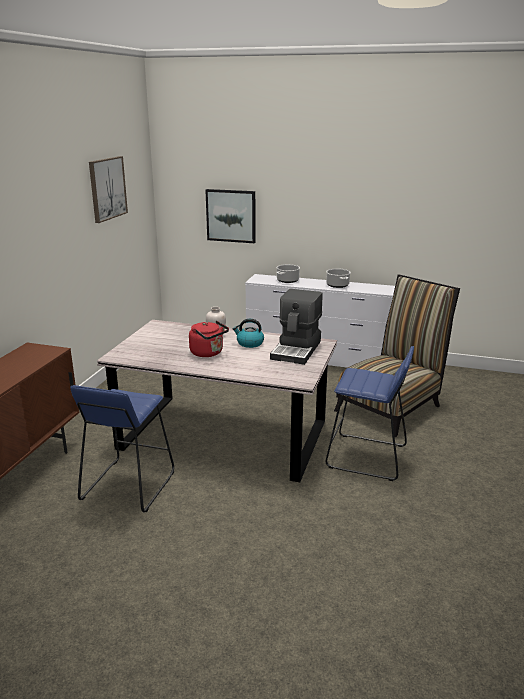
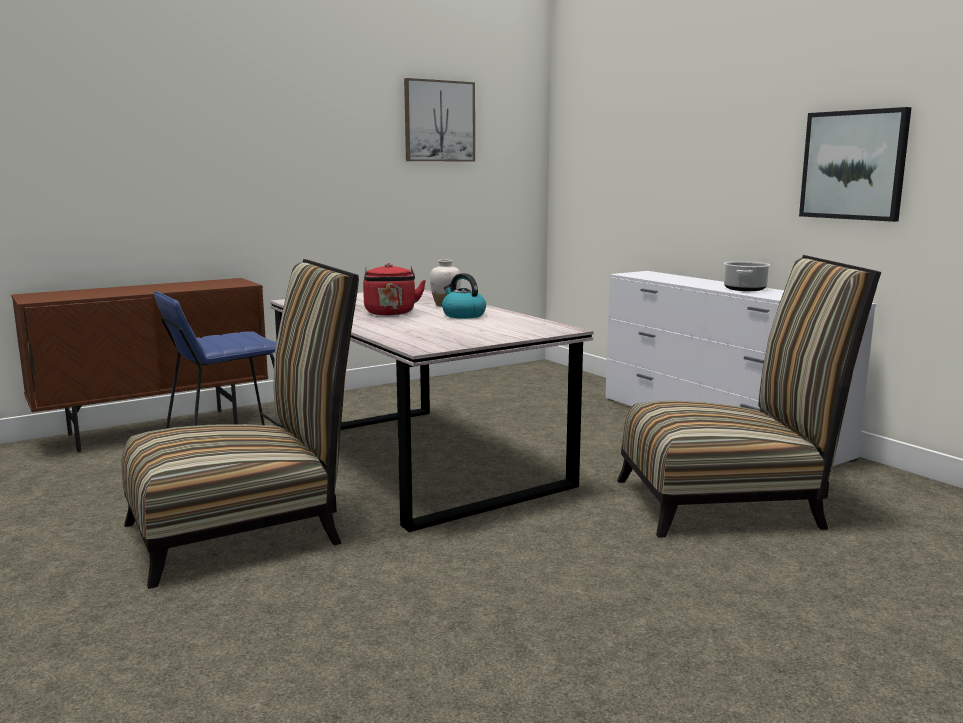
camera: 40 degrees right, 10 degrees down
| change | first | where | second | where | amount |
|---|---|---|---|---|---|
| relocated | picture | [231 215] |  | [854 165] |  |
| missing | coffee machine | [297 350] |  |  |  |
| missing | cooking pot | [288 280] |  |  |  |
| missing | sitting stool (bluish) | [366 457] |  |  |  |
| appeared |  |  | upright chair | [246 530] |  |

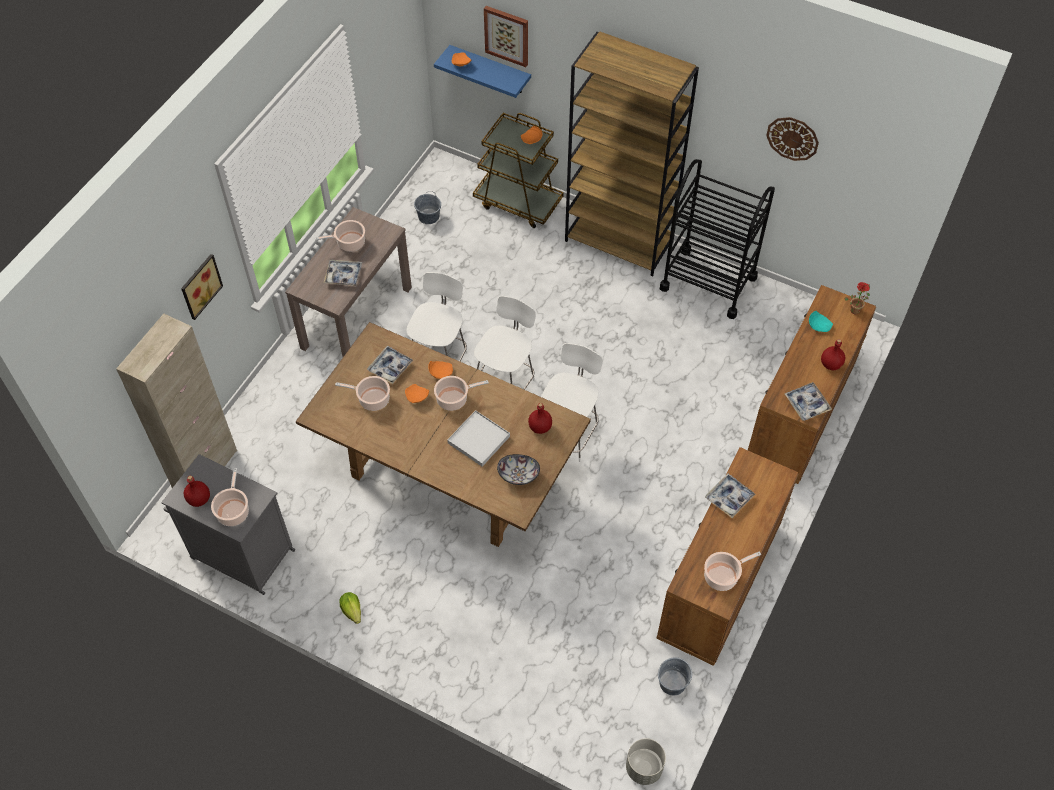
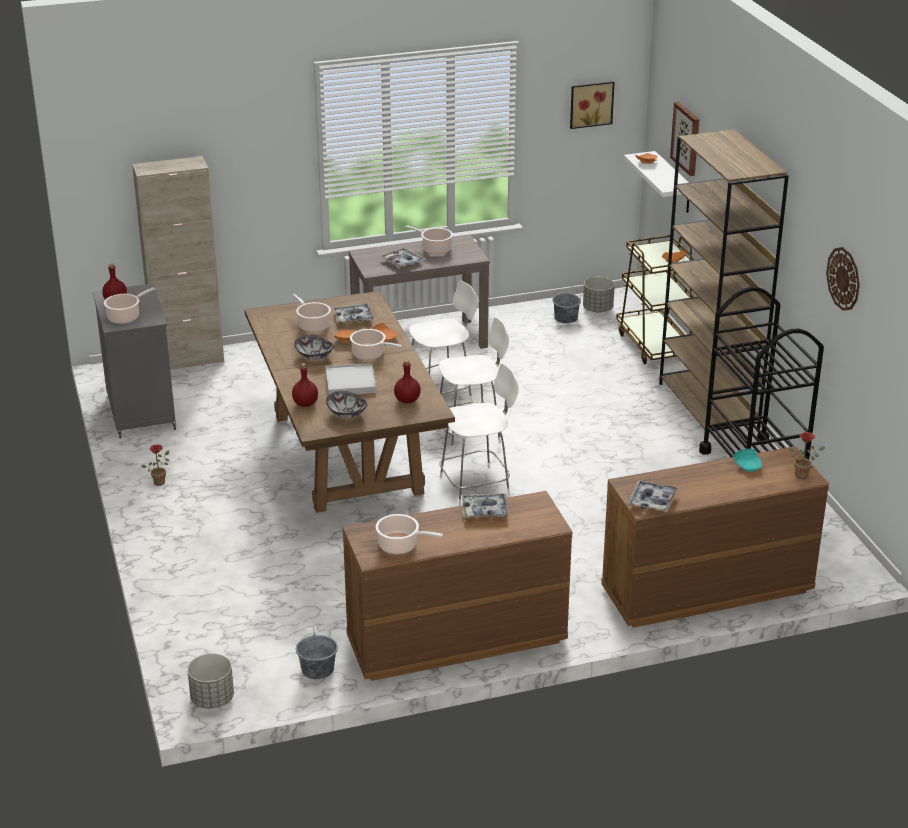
camera: 45 degrees right, 25 degrees down
| change | first | where | second | where | amount |
|---|---|---|---|---|---|
| relocated | picture | [199 285] |  | [590 103] |  |
| exchanged | lettuce head | [352 610] | potted plant | [160 481] |  |
| colour | bracket shelf (bluish) | [490 70] | bracket shelf (whitish) | [673 183] |  |
| relocated | beverage bottle (red) | [830 364] |  | [305 403] |  |
| appeared |  |  | bowl | [315 356] |  |
| appeared |  |  | planter (gray) | [598 309] |  |

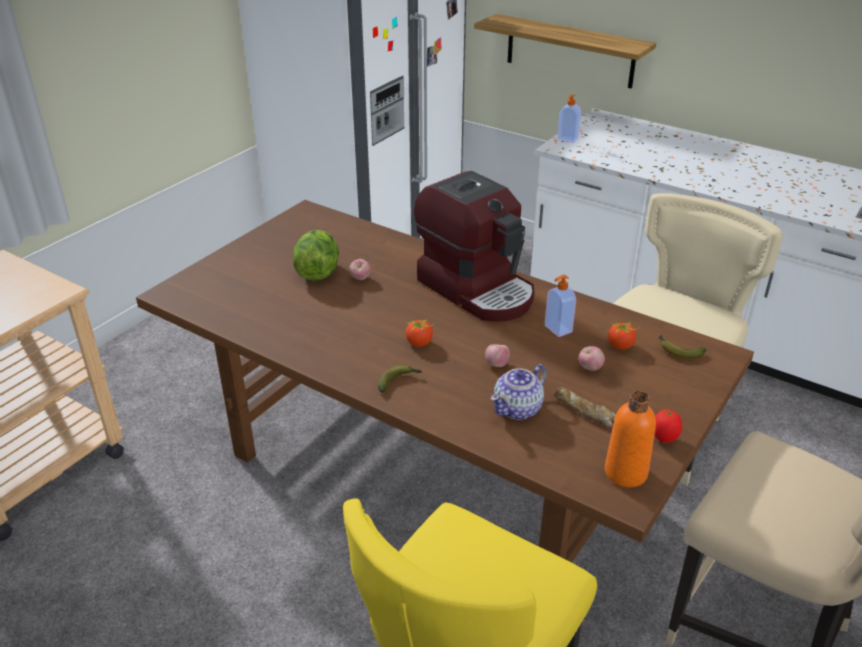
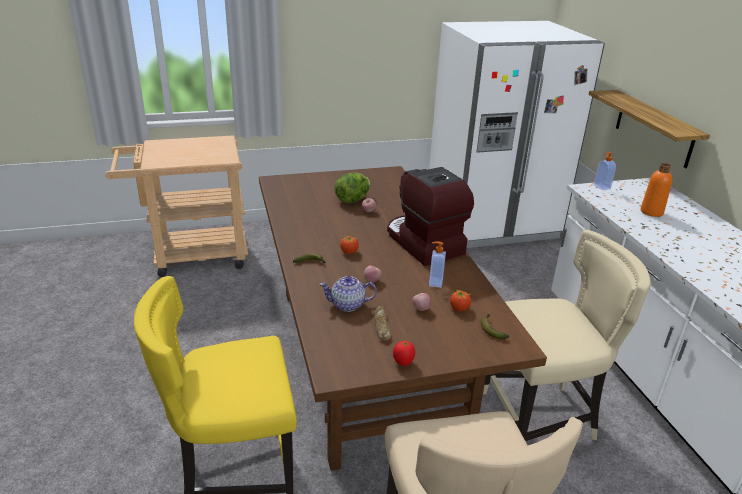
camera: 40 degrees right, 5 degrees down
| change | first | where | second | where | amount |
|---|---|---|---|---|---|
| spun | coffee machine | [477 289] |  | [422 243] | 150 degrees clockwise |
| relocated | beverage bottle (orange) | [625 472] |  | [651 212] |  |

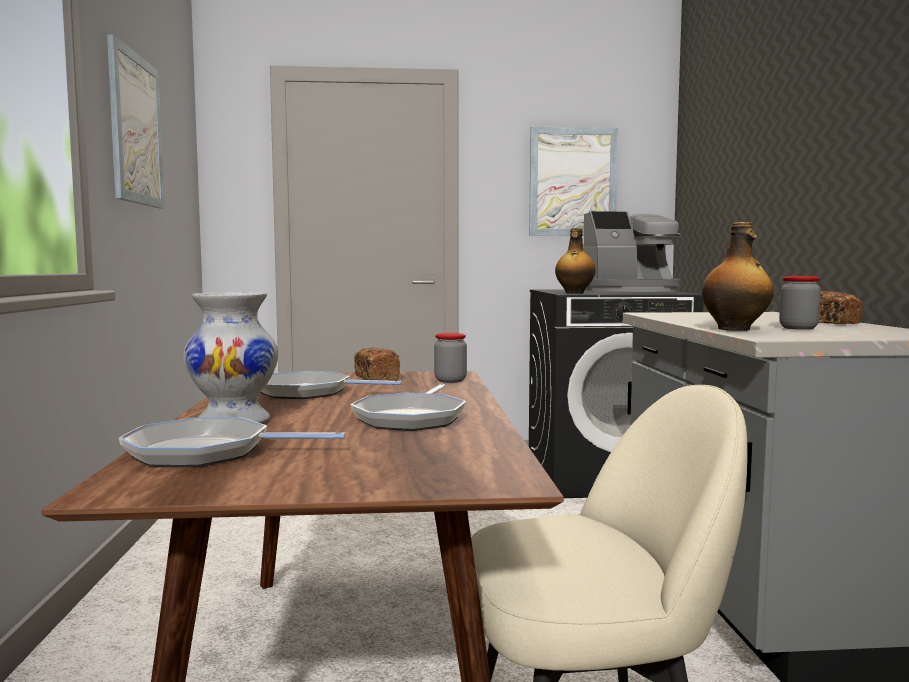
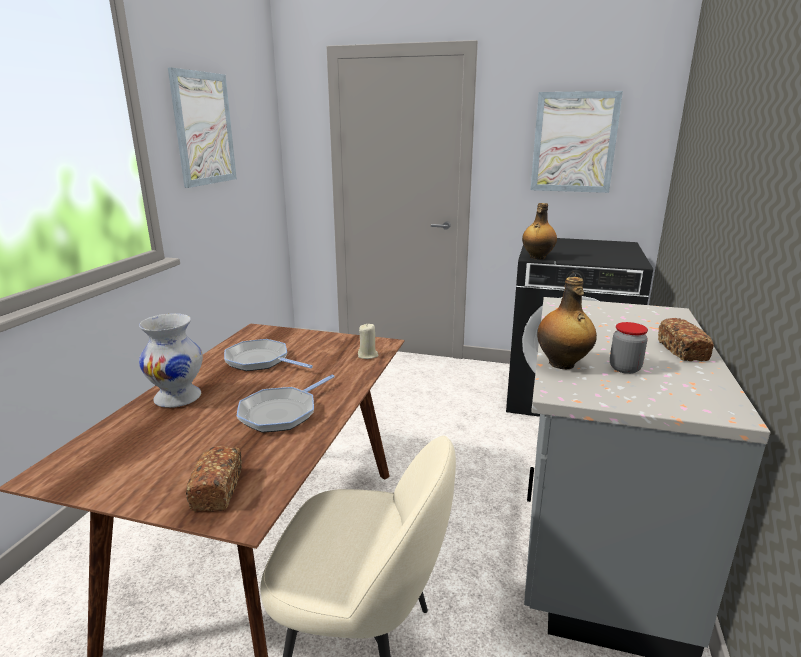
camera: 20 degrees right, 15 degrees up
| change | first | where | second | where | amount |
|---|---|---|---|---|---|
| missing | pan | [207 452] |  |  |  |
| relocated | bakery bread | [376 378] |  | [217 490] |  |
| exchanged | jar | [450 380] | candle (beige-coloured) | [368 355] |  |
| missing | coffee machine | [630 290] |  |  |  |

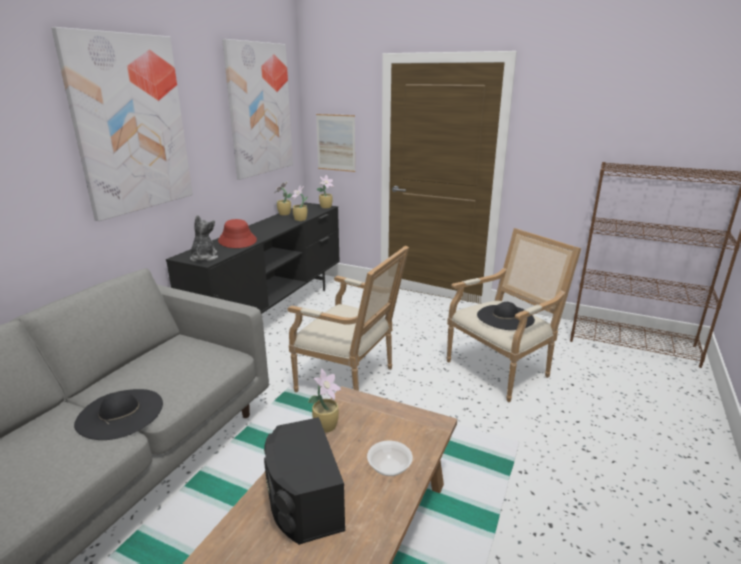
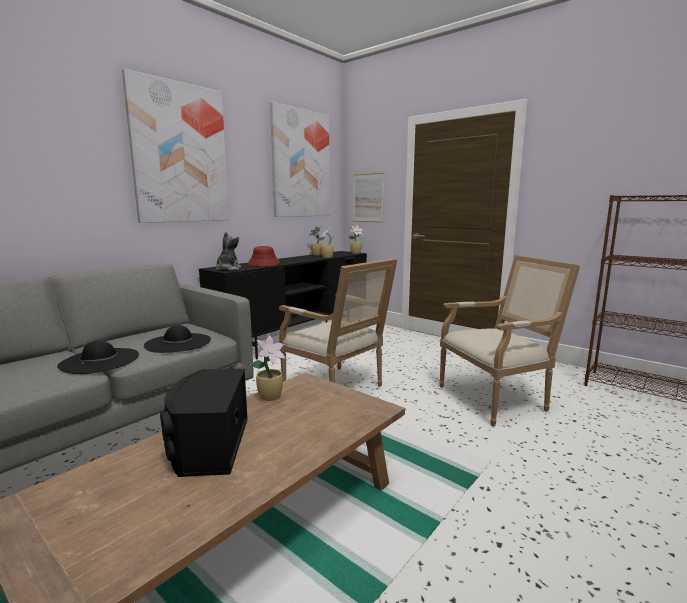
camera: 15 degrees right, 10 degrees down
| change | first | where | second | where | amount |
|---|---|---|---|---|---|
| missing | bowl | [389 467] |  |  |  |
| relocated | hat (black-coloured) | [505 317] |  | [178 343] |  |

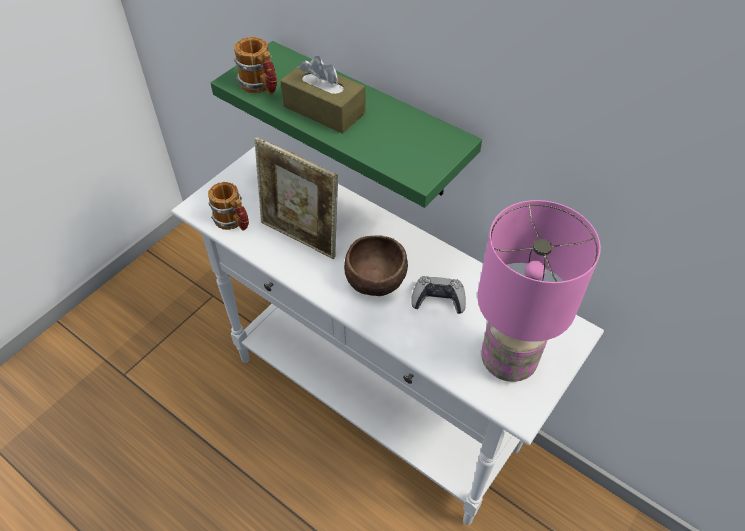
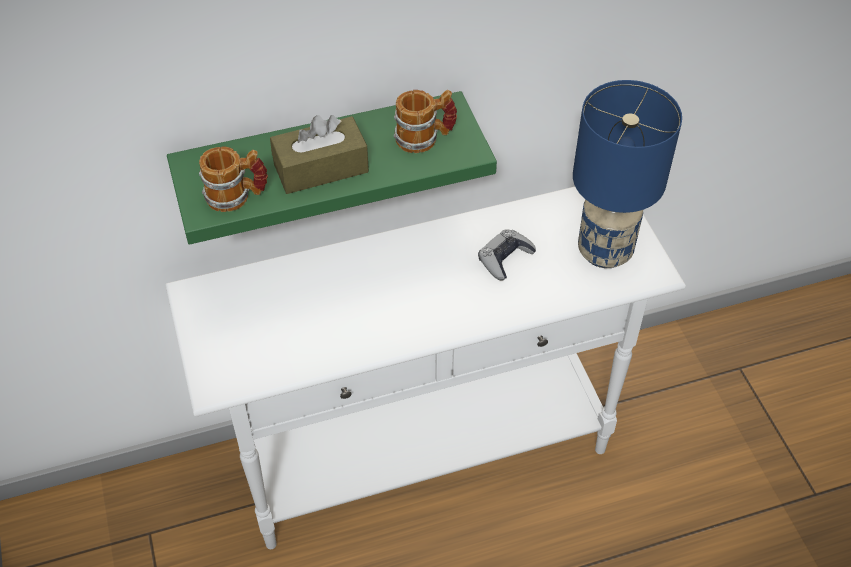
camera: 55 degrees left, 0 degrees up
| change | first | where | second | where | amount |
|---|---|---|---|---|---|
| relocated | mug | [234 222] |  | [425 138] |  |
| missing | picture frame | [300 237] |  |  |  |
| missing | bowl (brownish) | [377 278] |  |  |  |
| colour | table lamp (pink-coloured) | [507 362] | table lamp (bluish) | [605 252] |  |

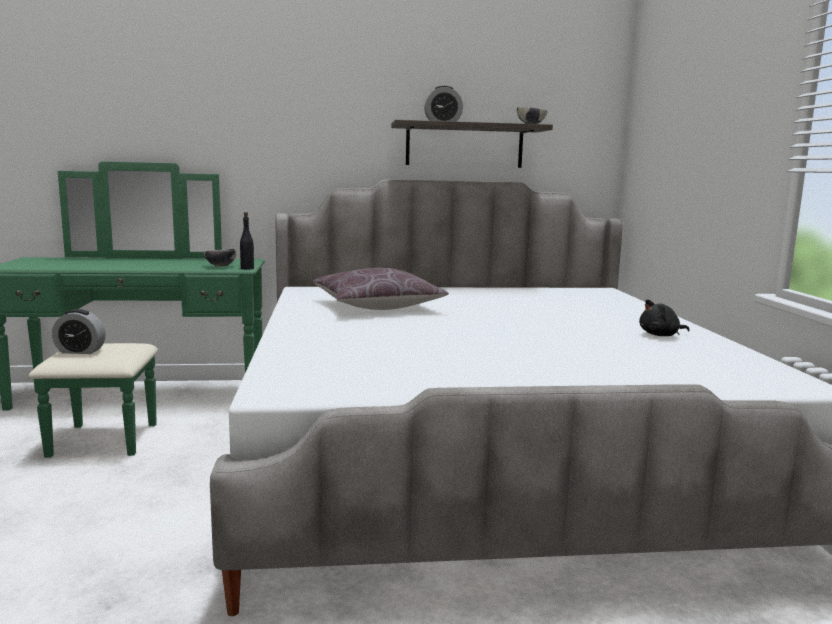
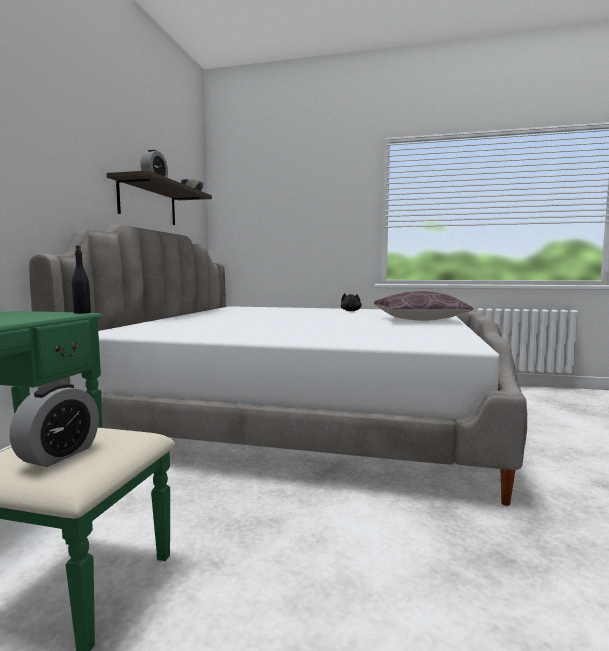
camera: 70 degrees left, 5 degrees down
| change | first | where | second | where | amount |
|---|---|---|---|---|---|
| missing | bowl | [220 266] |  |  |  |
| relocated | pillow (brownish) | [377 306] |  | [418 320] |  |

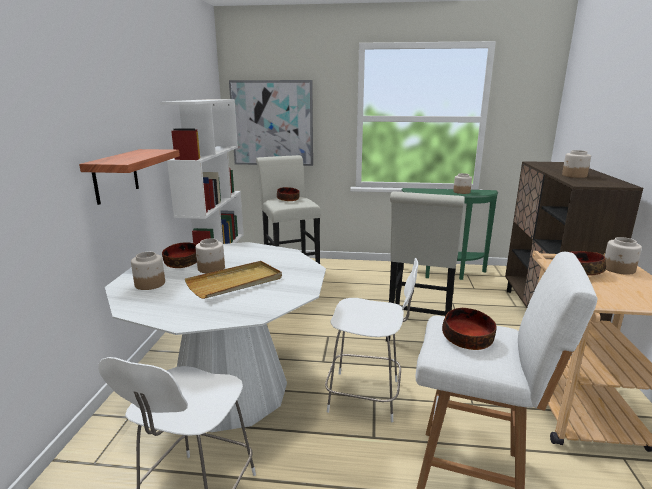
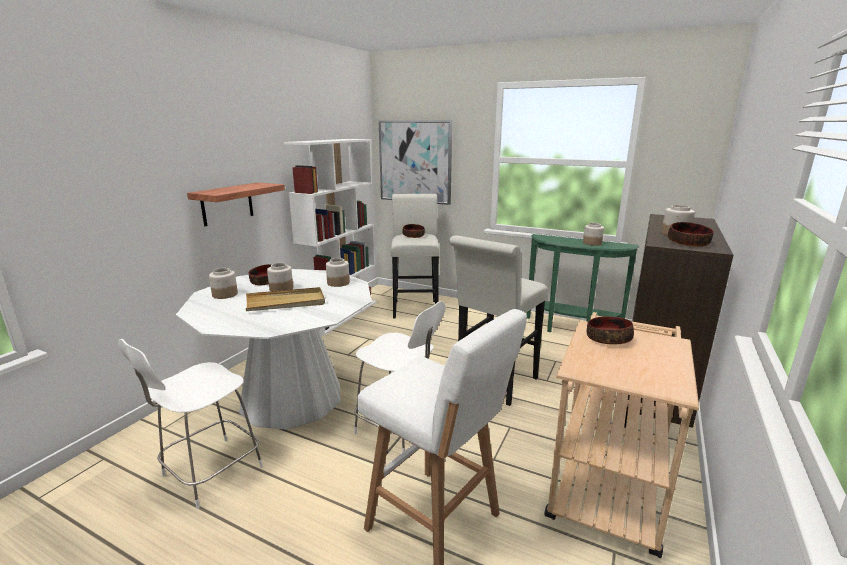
camera: 20 degrees right, 0 degrees up
| change | first | where | second | where | amount |
|---|---|---|---|---|---|
| relocated | bowl | [467 339] |  | [687 243] |  |
| relocated | jar | [618 269] |  | [338 283] |  |

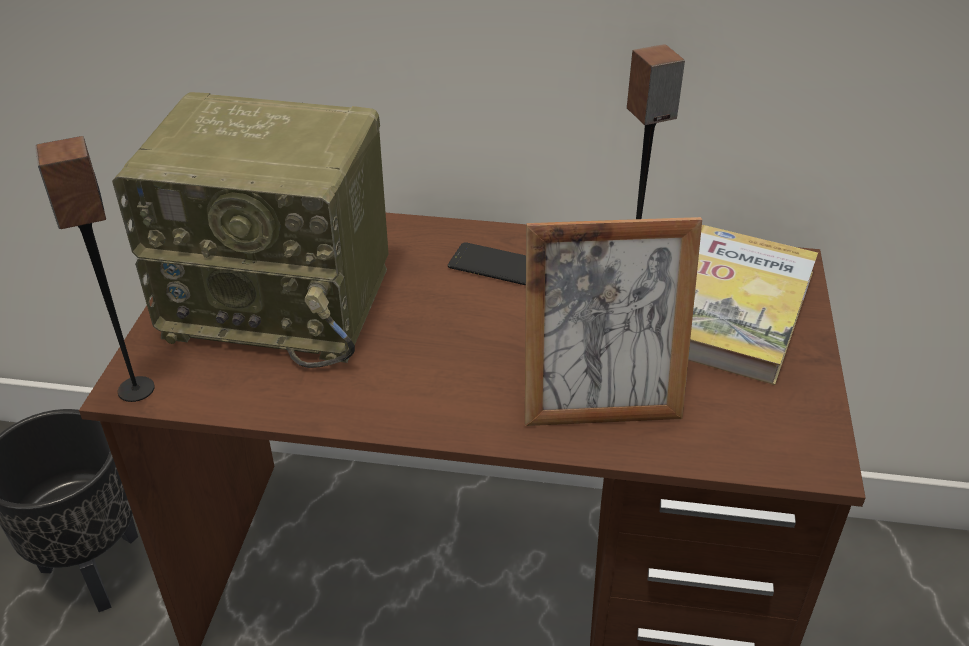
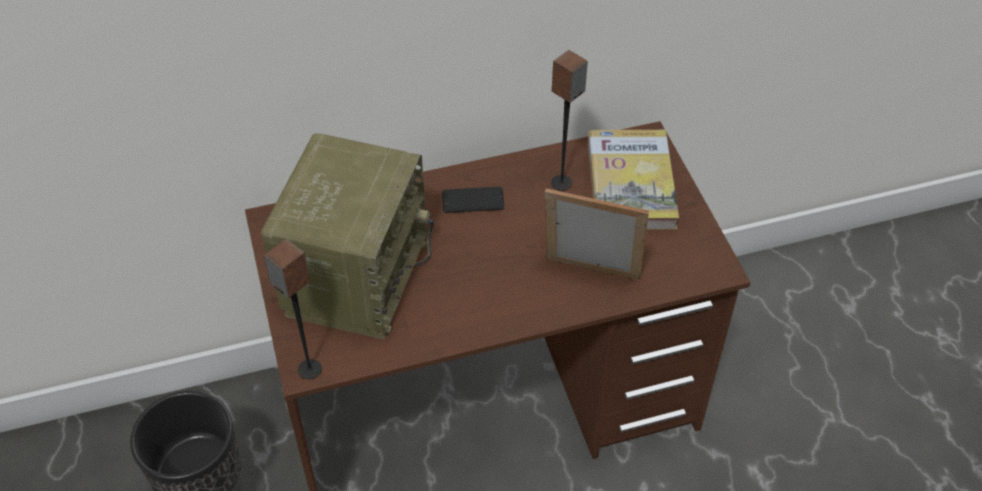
camera: 25 degrees left, 10 degrees up
| change | first | where | second | where | amount |
|---|---|---|---|---|---|
| spun | radio receiver | [284 301] |  | [355 274] | 60 degrees counterclockwise |
| spun | picture frame | [600 406] |  | [590 278] | 135 degrees counterclockwise |

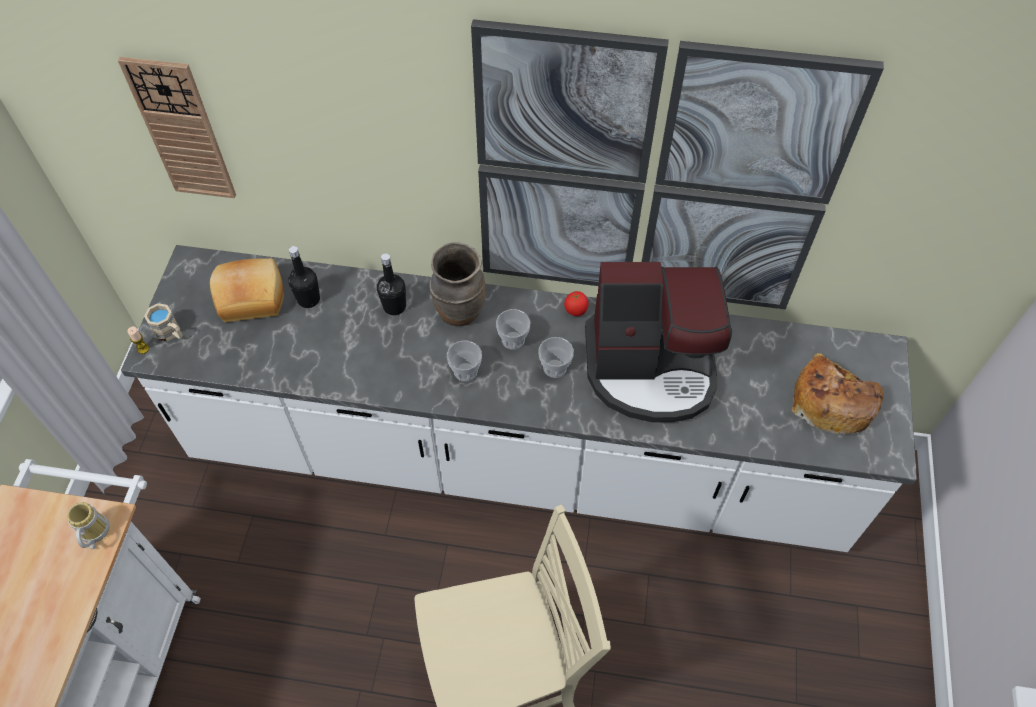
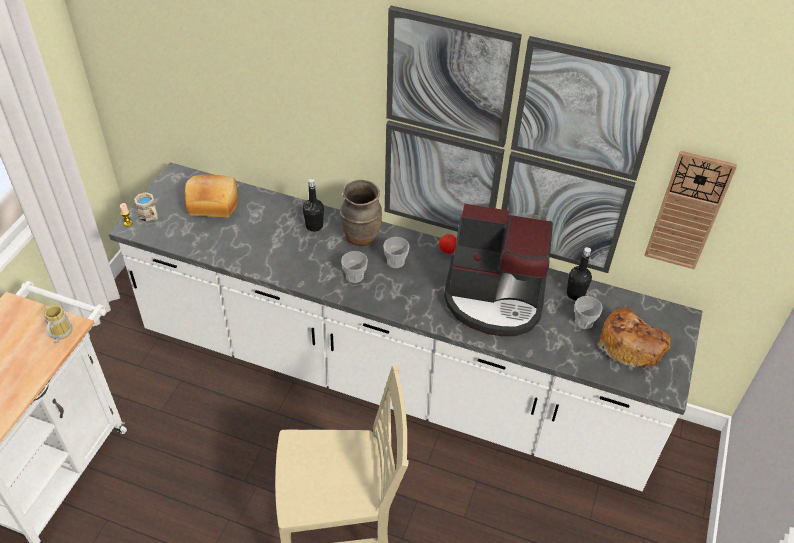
camera: 10 degrees right, 10 degrees down
| change | first | where | second | where | amount |
|---|---|---|---|---|---|
| relocated | clock on the wall | [182 130] |  | [688 211] |  |
| relocated | beverage bottle (black-coloured) | [308 299] |  | [575 294] |  |
| relocated | cup | [555 368] |  | [584 322] |  |

